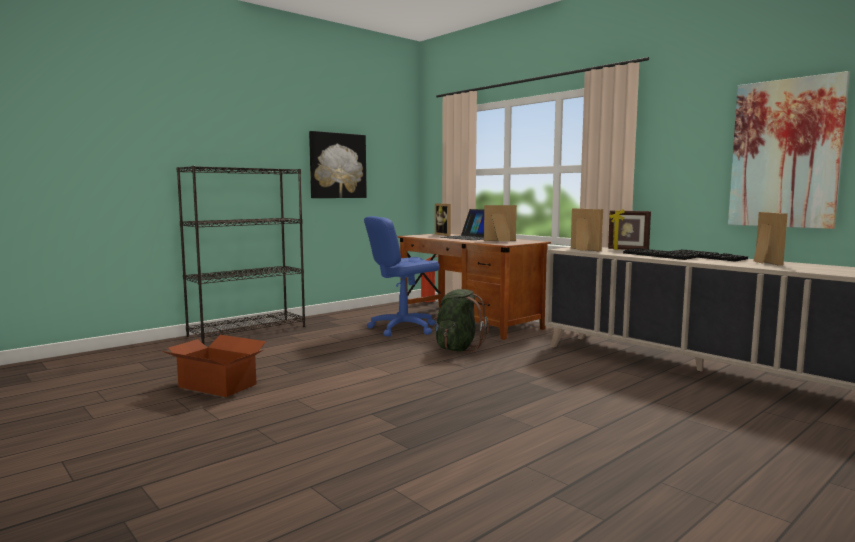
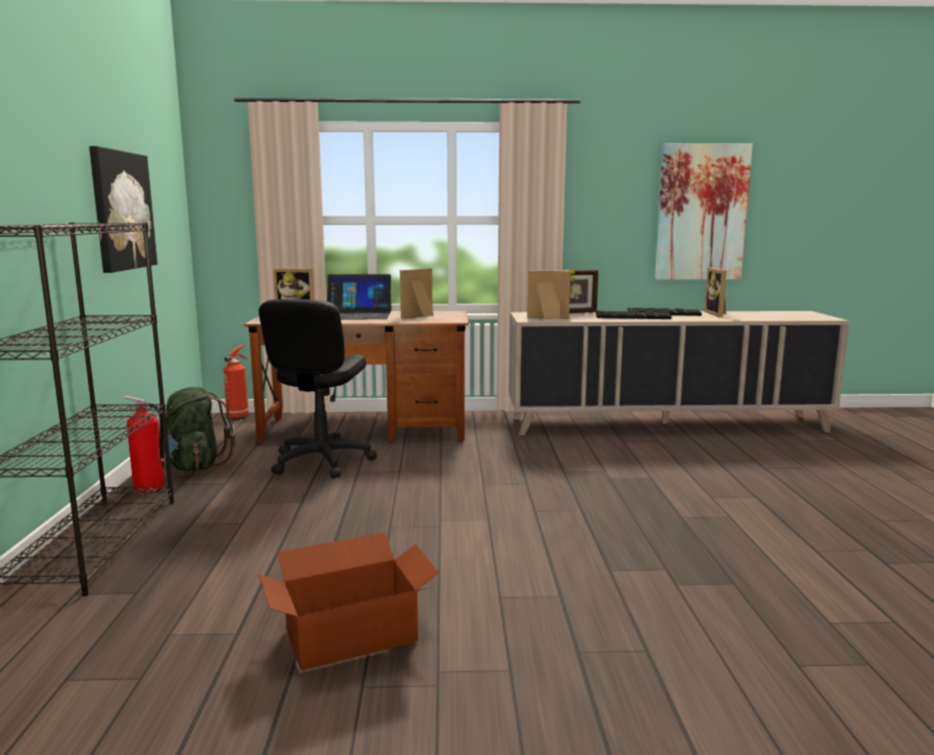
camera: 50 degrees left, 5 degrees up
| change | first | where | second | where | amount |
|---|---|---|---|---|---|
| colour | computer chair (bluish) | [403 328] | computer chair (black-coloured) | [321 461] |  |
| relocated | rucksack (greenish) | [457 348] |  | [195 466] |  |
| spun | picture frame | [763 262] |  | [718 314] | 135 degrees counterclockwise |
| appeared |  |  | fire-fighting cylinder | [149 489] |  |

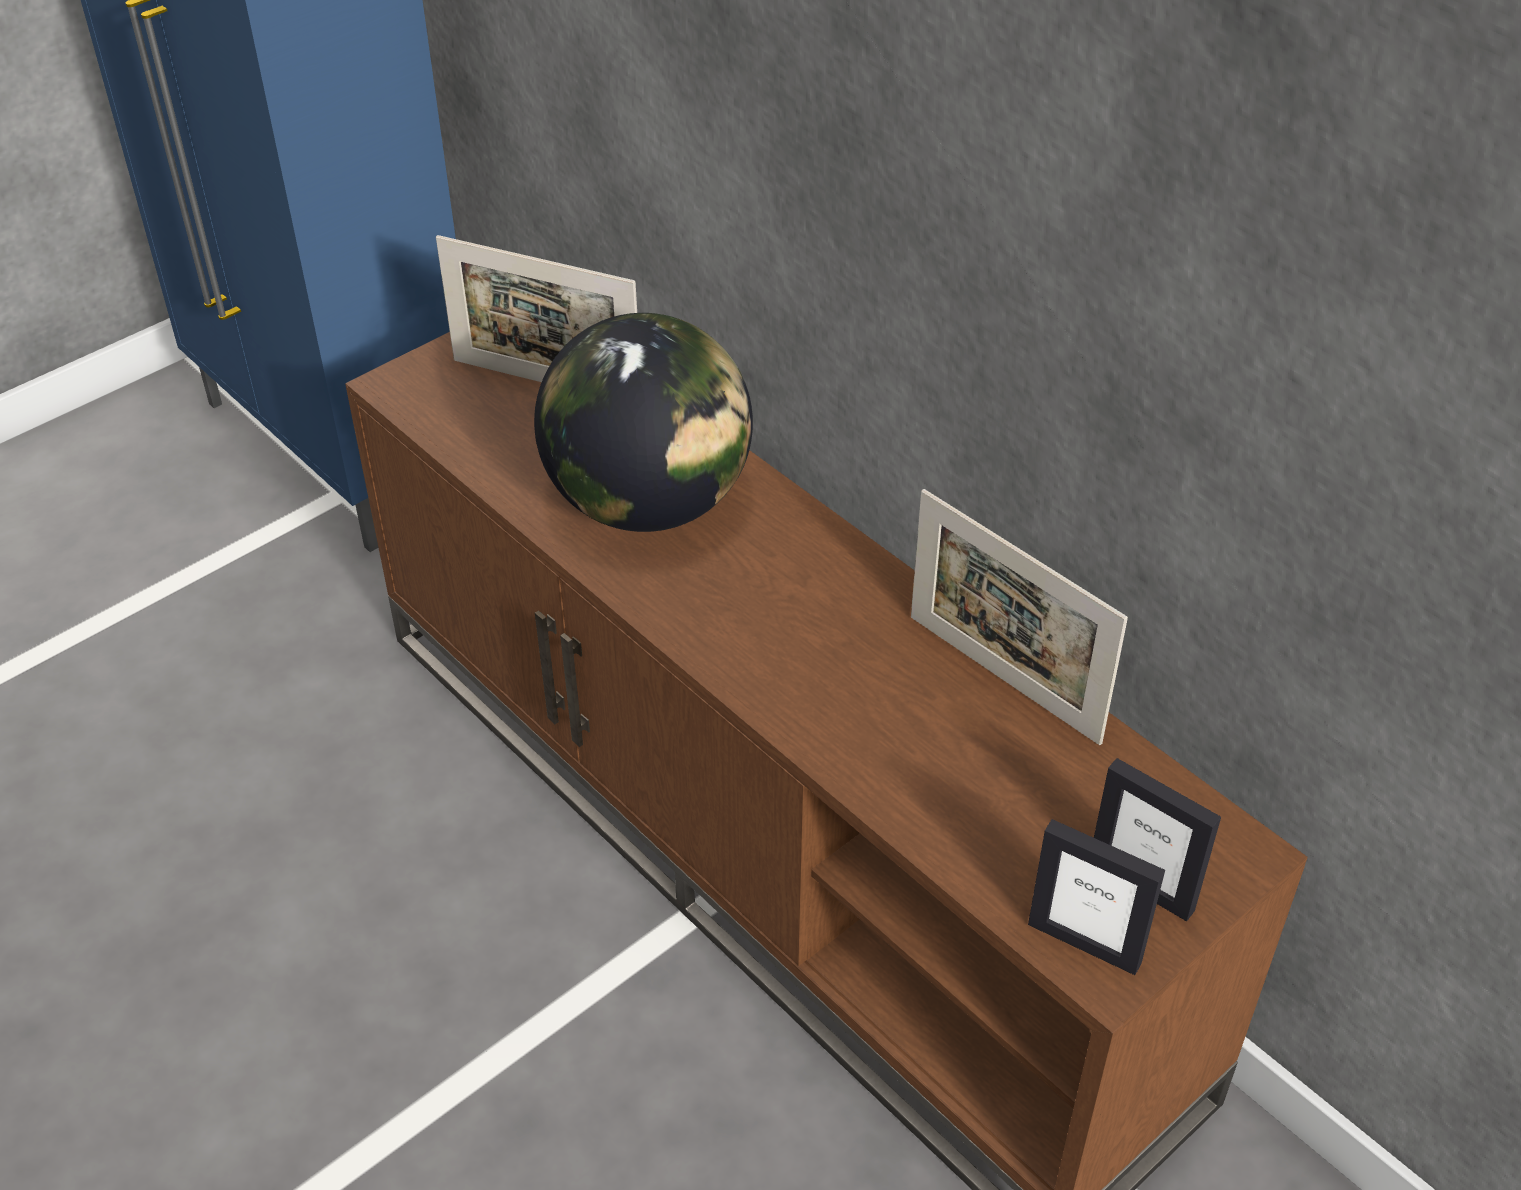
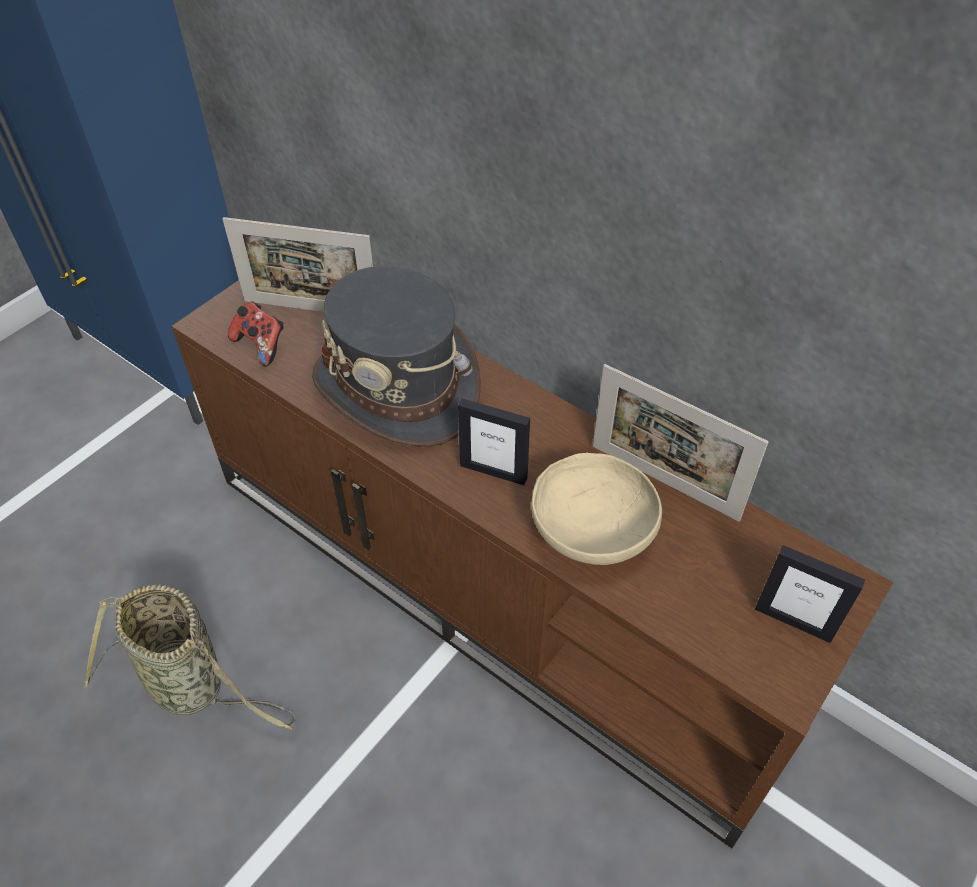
camera: 10 degrees left, 5 degrees up
| change | first | where | second | where | amount |
|---|---|---|---|---|---|
| exchanged | world globe | [648 503] | hat (gray) | [398 387] |  |
| relocated | picture frame | [1084 943] |  | [493 471] |  |
| appeared |  |  | basket | [192 686] |  |
| appeared |  |  | game controller | [261 345] |  |
| appeared |  |  | bowl (beige-coloured) | [590 533] |  |

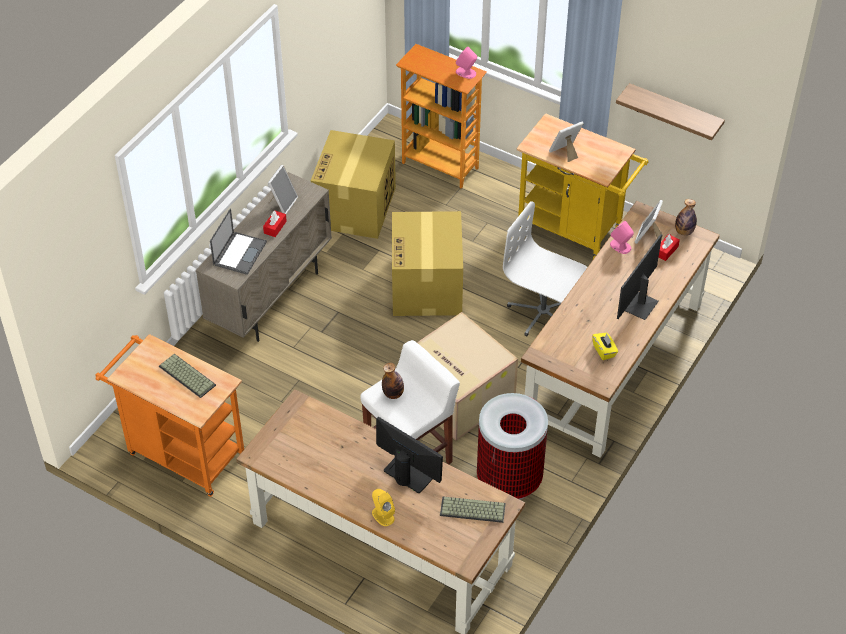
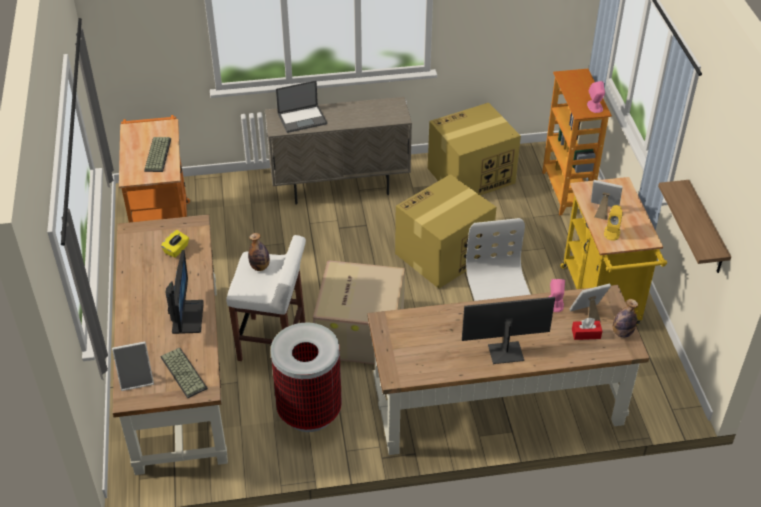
camera: 50 degrees right, 5 degrees down
| change | first | where | second | where | amount |
|---|---|---|---|---|---|
| missing | tissue box (red) | [275 227] |  |  |  |
| relocated | picture frame | [282 203] |  | [136 379] |  |
| relocated | audio speaker (yellowish) | [383 515] |  | [612 232] |  |
| relocated | tissue box (yellowish) | [604 351] |  | [176 250] |  |

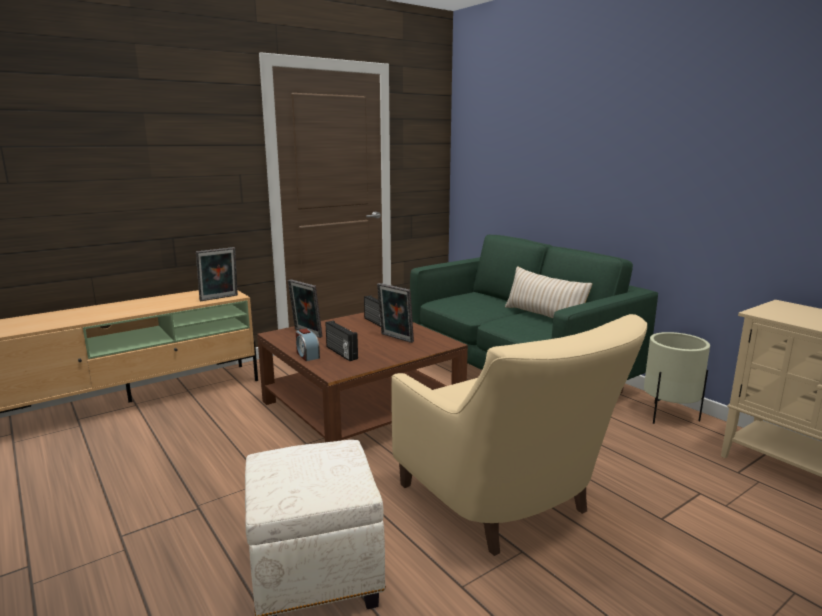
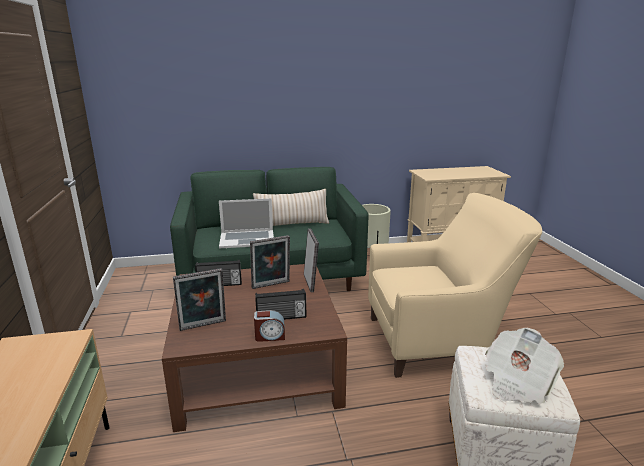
camera: 65 degrees left, 5 degrees up
| change | first | where | second | where | amount |
|---|---|---|---|---|---|
| relocated | picture frame | [219 298] |  | [311 283] |  |
| appeared |  |  | notebook computer | [247 239] |  |
| appeared |  |  | daily paper | [517 382] |  |

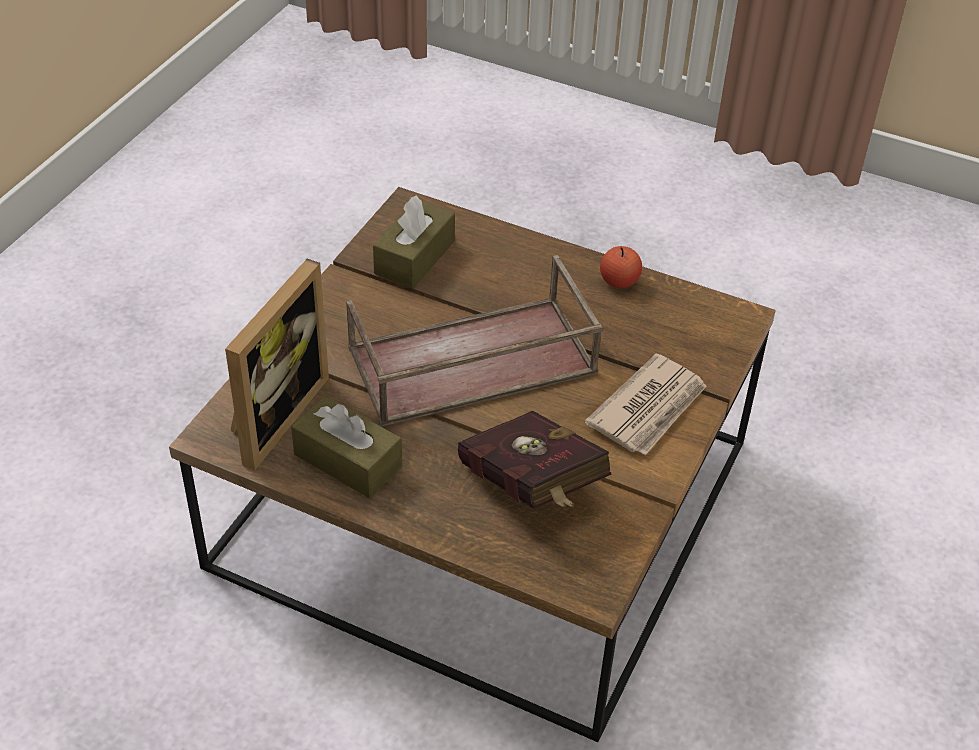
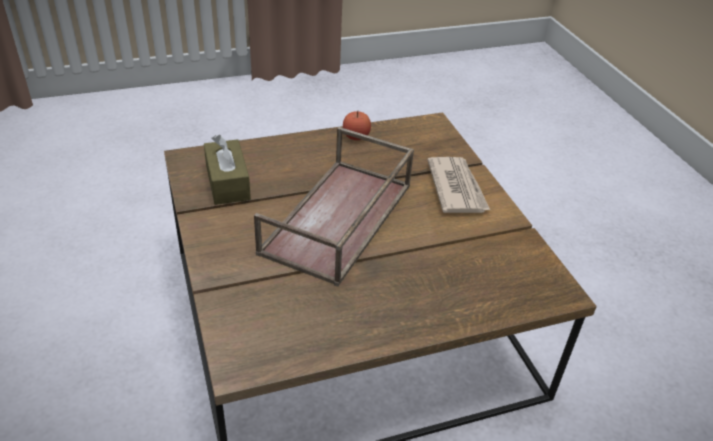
camera: 45 degrees left, 5 degrees down
| change | first | where | second | where | amount |
|---|---|---|---|---|---|
| missing | picture frame | [272 415] |  |  |  |
| missing | tissue box (brownish) | [348 460] |  |  |  |
| missing | volume (red) | [533 489] |  |  |  |

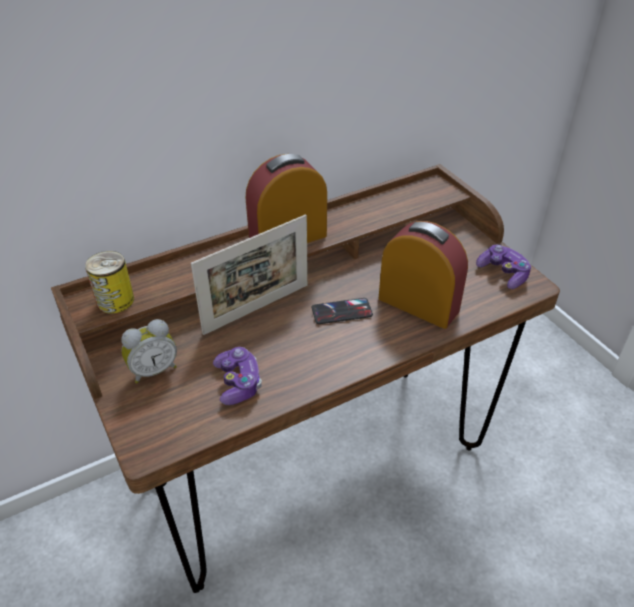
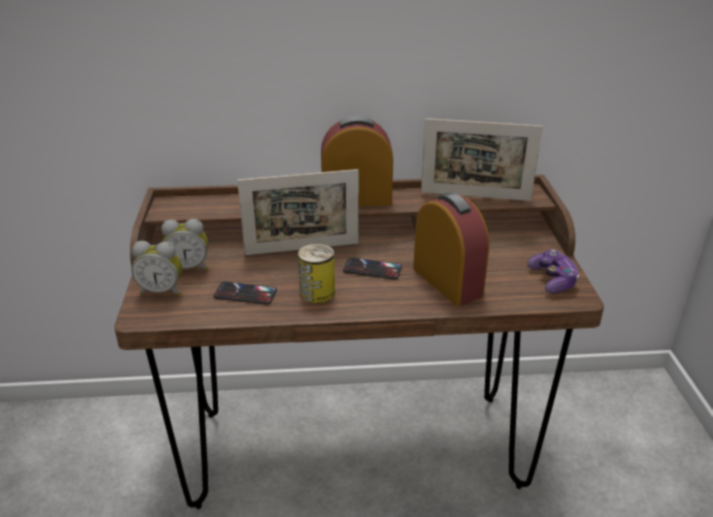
camera: 25 degrees right, 10 degrees down
| change | first | where | second | where | amount |
|---|---|---|---|---|---|
| relocated | sealed can | [115 300] |  | [317 292] |  |
| exchanged | game controller | [238 383] | phone | [245 294] |  |
| appeared |  |  | table clock | [162 291] |  |
| appeared |  |  | picture frame | [475 196] |  |

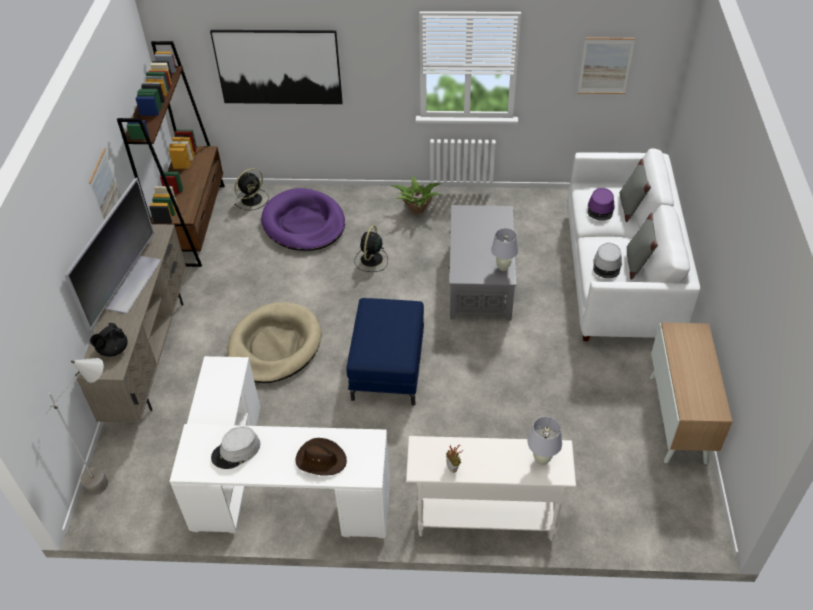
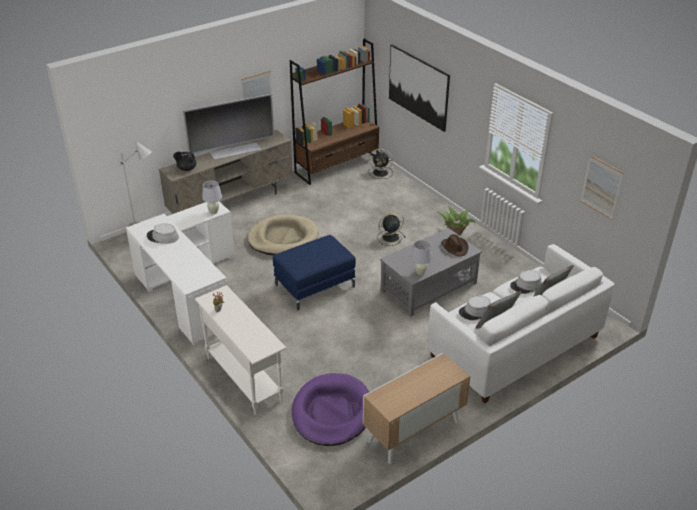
camera: 50 degrees right, 10 degrees down
| change | first | where | second | where | amount |
|---|---|---|---|---|---|
| relocated | pet bed (purplish) | [304 223] |  | [332 412] |  |
| relocated | hat (brownish) | [321 459] |  | [455 247] |  |
| relocated | table lamp (whitish) | [541 460] |  | [213 212] |  |
| colour | hat (purplish) | [600 209] | hat (gray) | [526 285] |  |

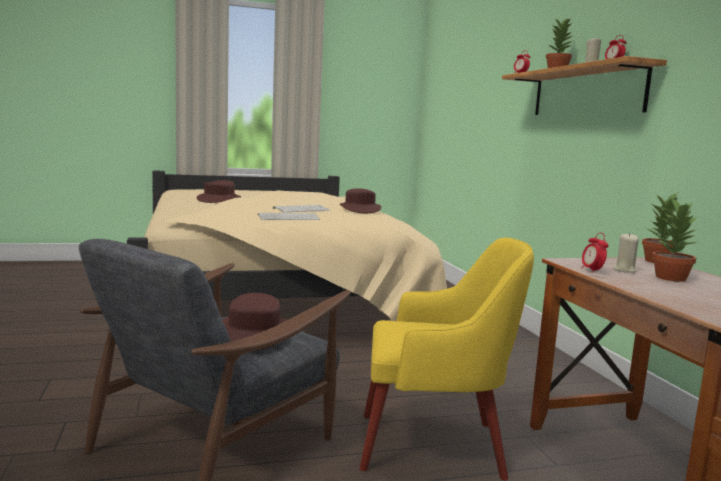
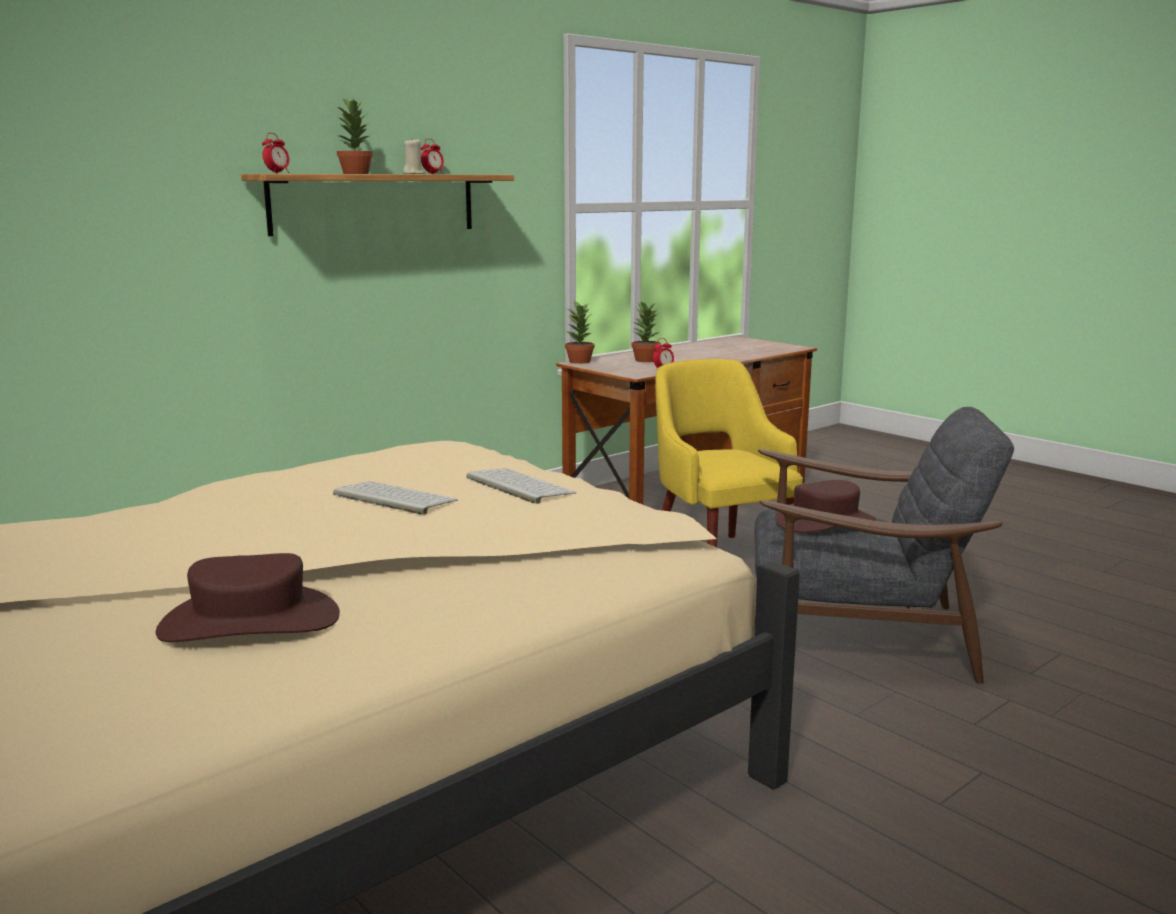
camera: 115 degrees left, 5 degrees up
| change | first | where | second | where | amount |
|---|---|---|---|---|---|
| missing | hat (brownish) | [359 209] |  |  |  |
| missing | candle (beige-coloured) | [624 270] |  |  |  |

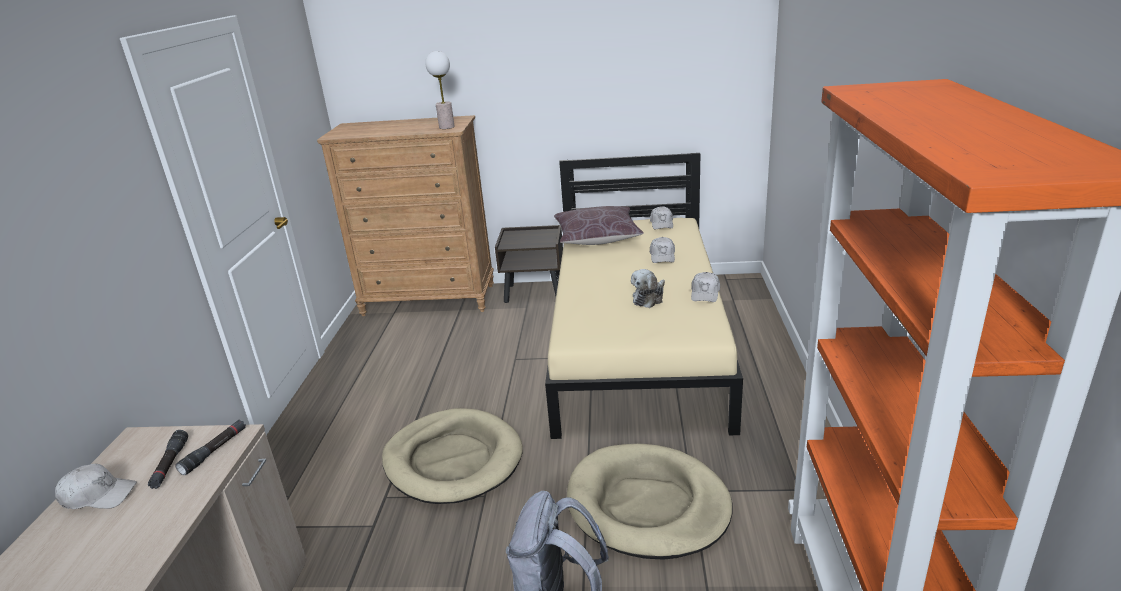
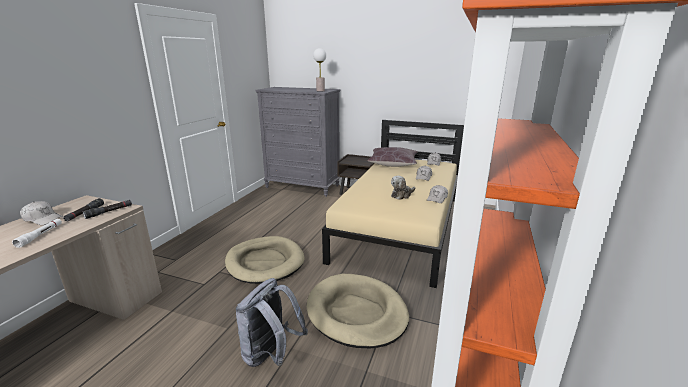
camera: 15 degrees right, 5 degrees down
| change | first | where | second | where | amount |
|---|---|---|---|---|---|
| colour | dresser (brownish) | [429 300] | dresser (gray) | [302 186] |  |
| appeared |  |  | torch (whitish) | [40 235] |  |

